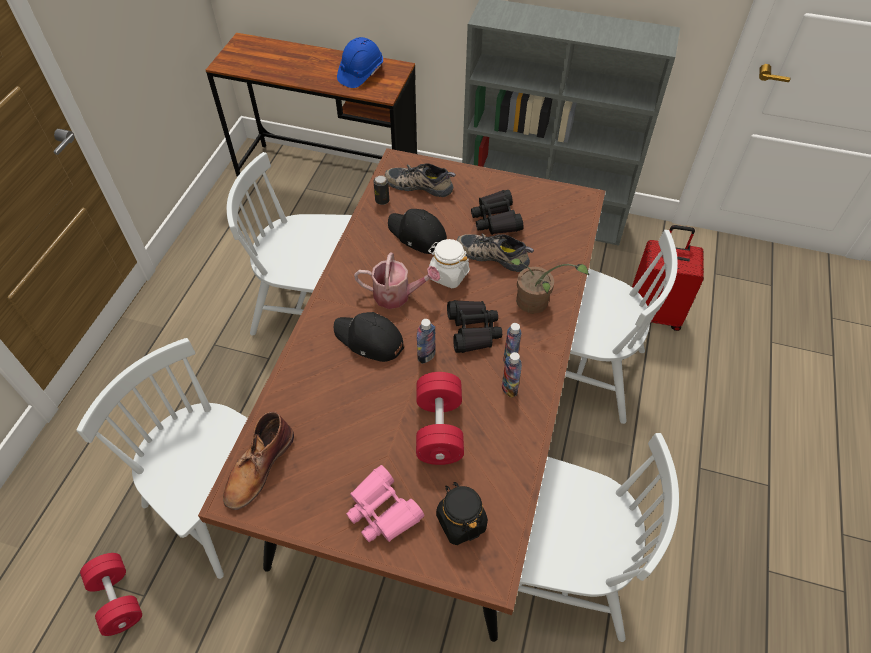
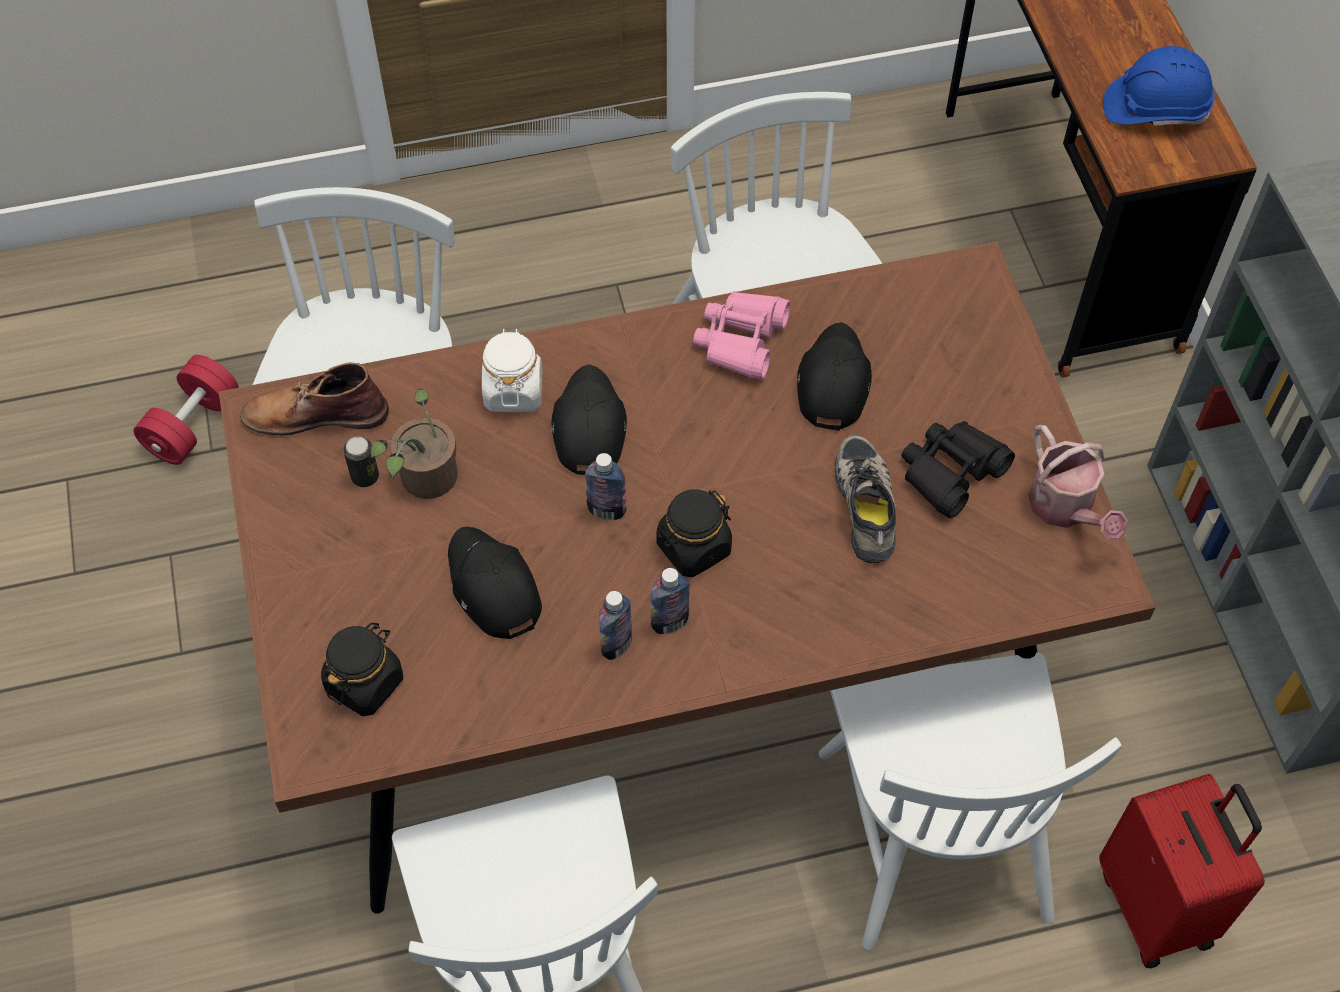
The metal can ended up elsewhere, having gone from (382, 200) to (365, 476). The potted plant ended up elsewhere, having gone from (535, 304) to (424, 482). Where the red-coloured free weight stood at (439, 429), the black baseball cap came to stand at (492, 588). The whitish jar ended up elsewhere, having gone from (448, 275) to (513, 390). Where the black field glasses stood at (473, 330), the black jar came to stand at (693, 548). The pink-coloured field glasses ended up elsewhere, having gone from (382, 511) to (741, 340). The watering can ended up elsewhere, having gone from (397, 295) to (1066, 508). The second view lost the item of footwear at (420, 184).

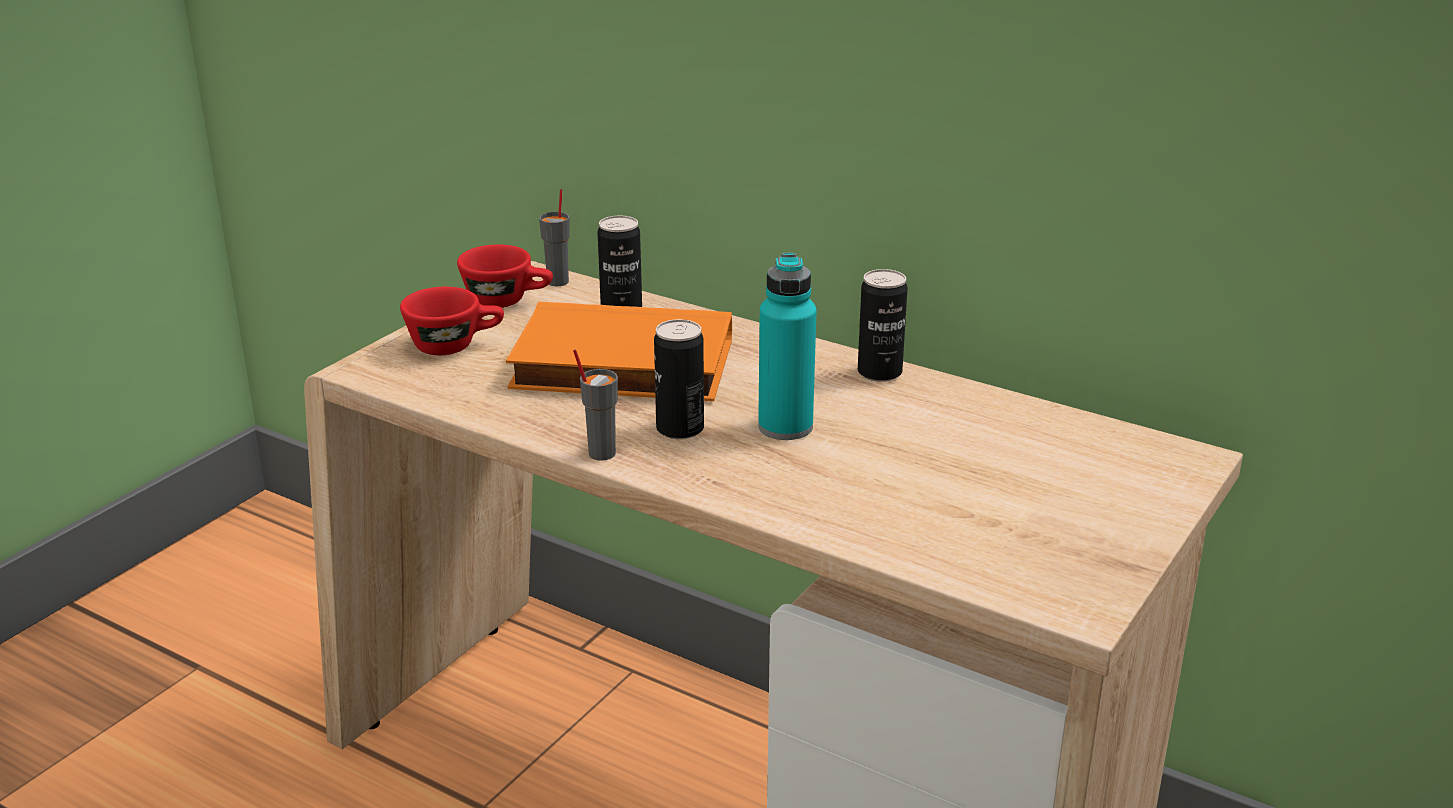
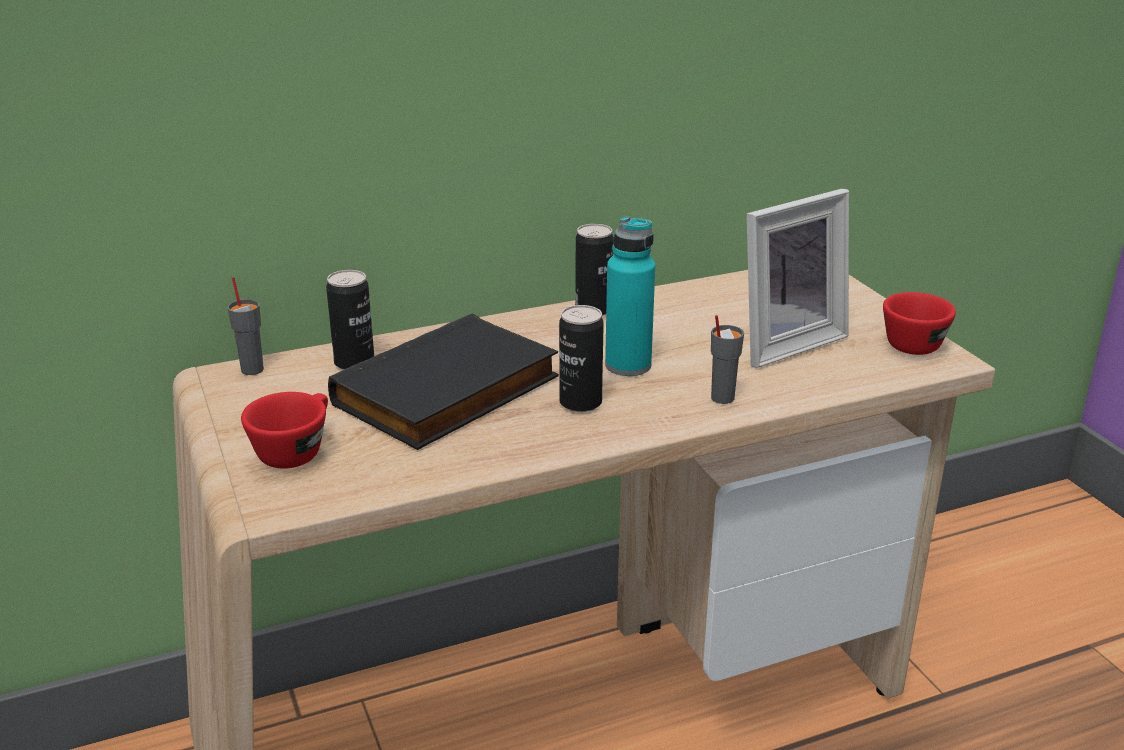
What was the orange-coloured bound book at (620, 367) turned into the black bound book at (449, 393). The gray drinking cup ended up elsewhere, having gone from (601, 453) to (721, 398). The second view gained the picture frame at (784, 342). The red-coloured drinking cup ended up elsewhere, having gone from (508, 301) to (917, 342).

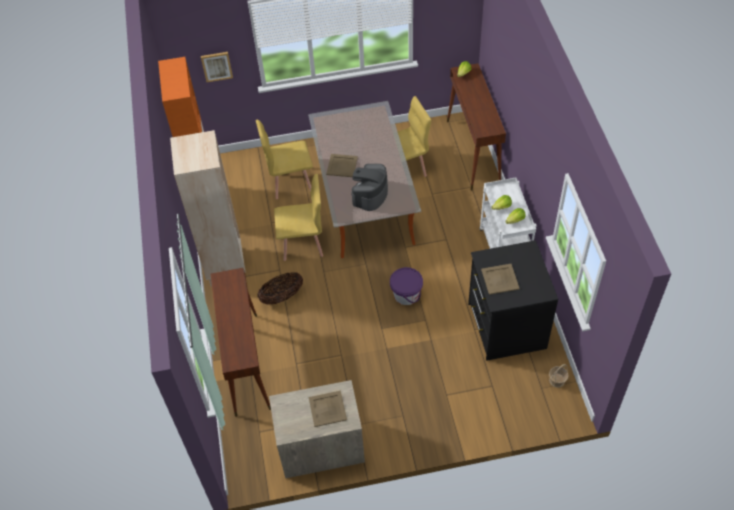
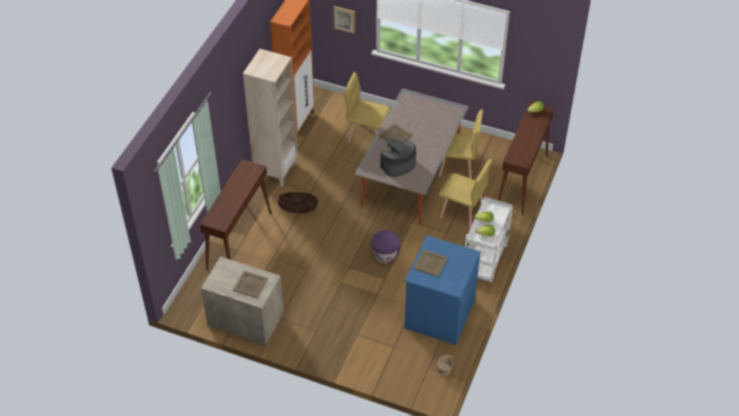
What was the black chest of drawers at (505, 326) turned into the blue-coloured chest of drawers at (438, 313). The yellowish chair ended up elsewhere, having gone from (302, 243) to (462, 212).

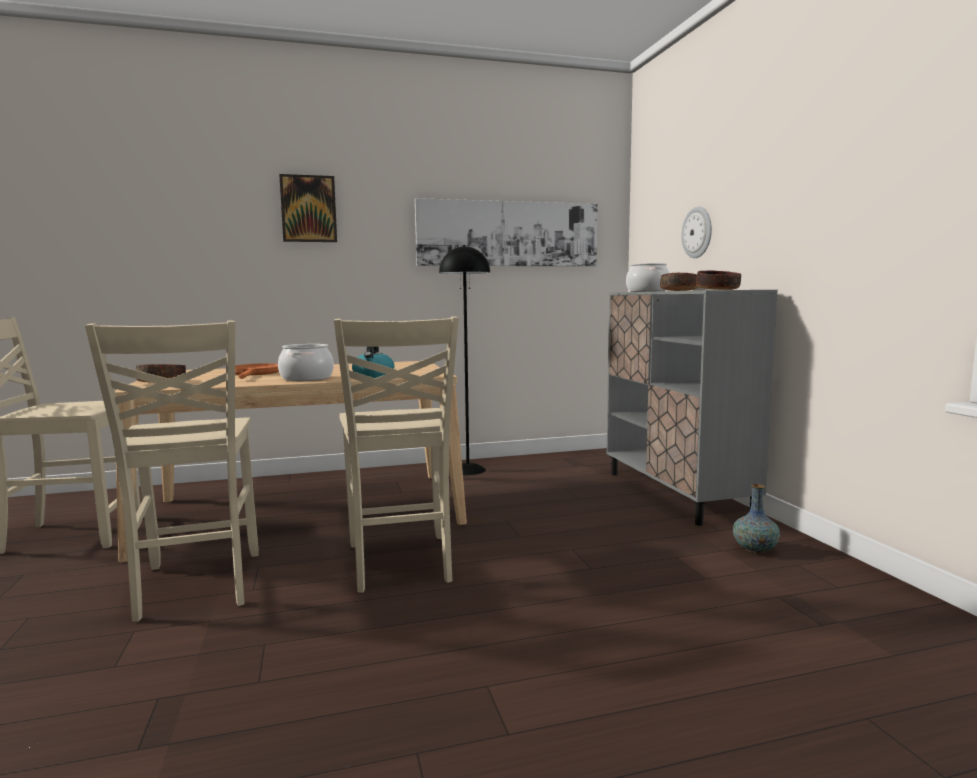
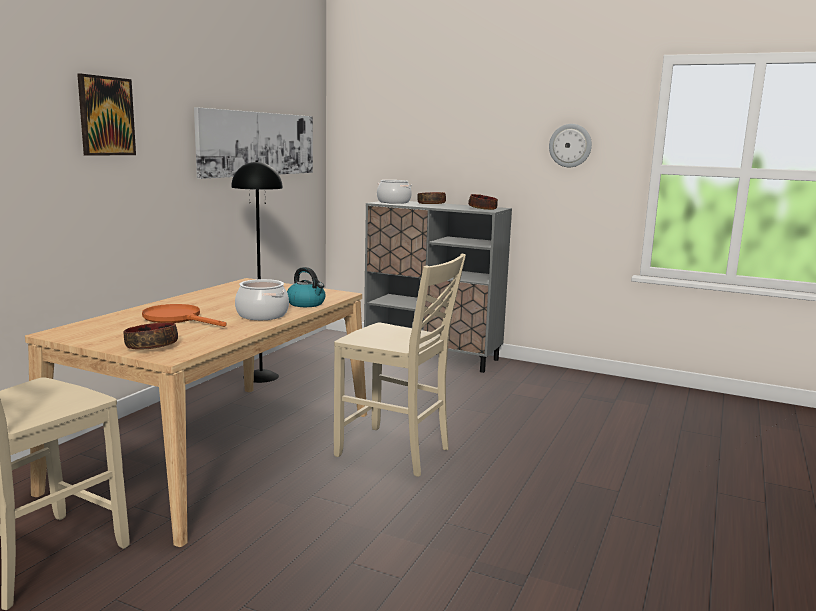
The wall clock ended up elsewhere, having gone from (697, 232) to (570, 145). The second view lost the sand-coloured chair at (197, 586). The second view lost the vase at (755, 549).

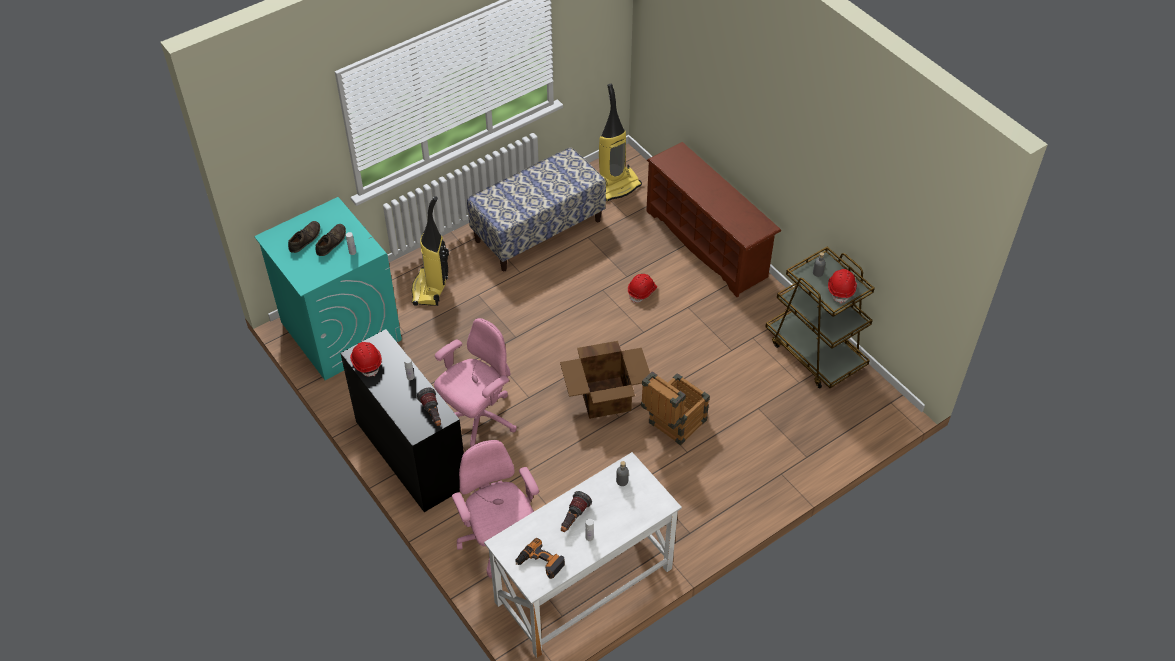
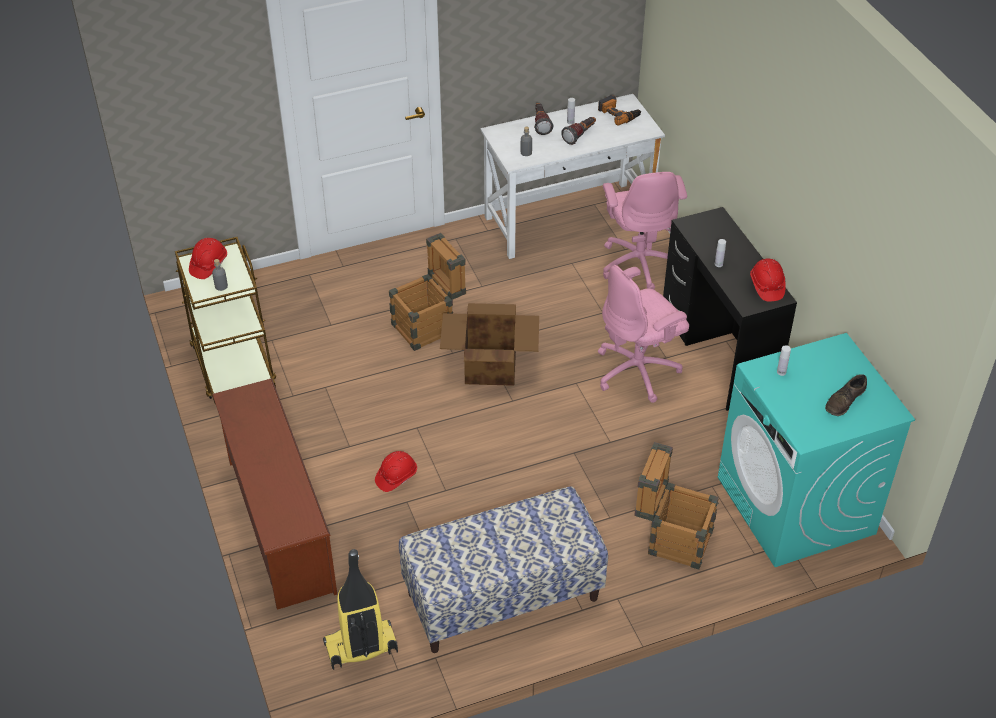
The hand torch ended up elsewhere, having gone from (432, 414) to (541, 124). Where the vacuum stood at (430, 289), the shipping crate came to stand at (671, 539). The second view lost the brownish item of footwear at (331, 242).

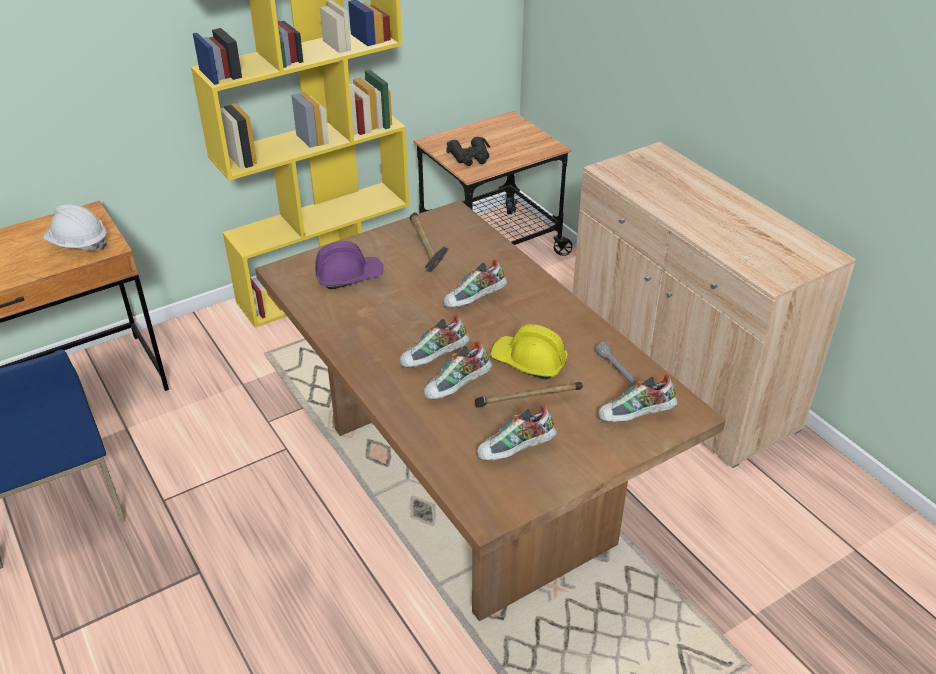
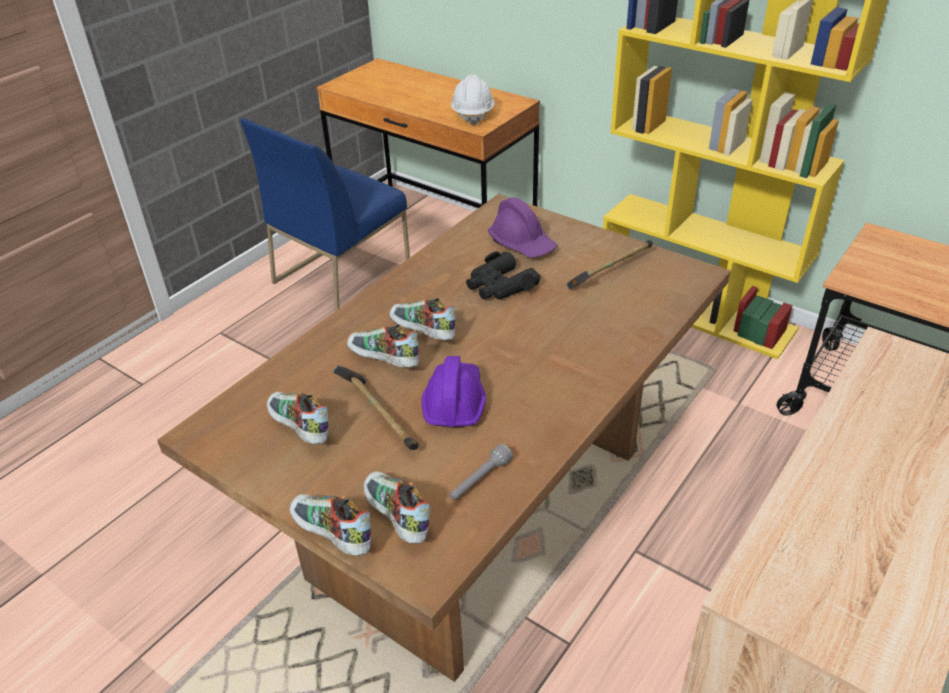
The item of footwear ended up elsewhere, having gone from (475, 301) to (332, 536). What was the yellowish hard hat at (529, 362) turned into the purple hard hat at (454, 402). The black field glasses ended up elsewhere, having gone from (470, 157) to (500, 286).

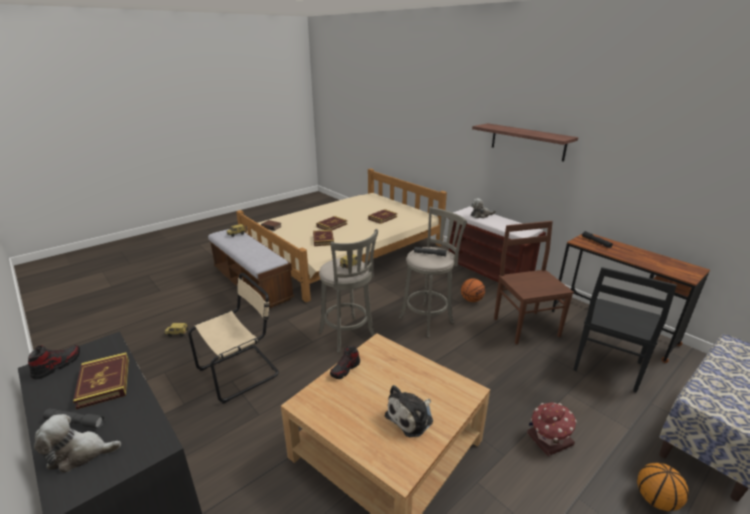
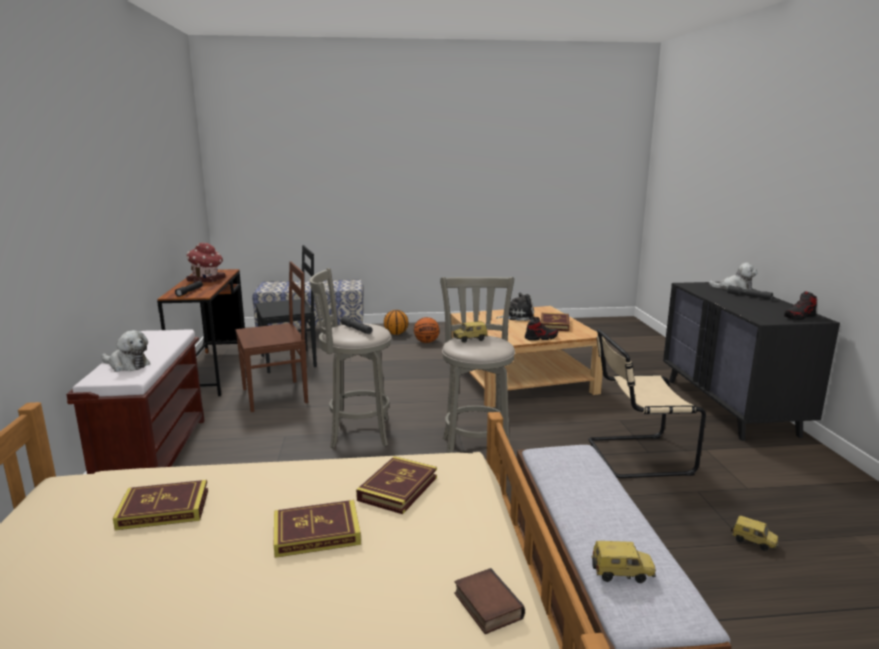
The miniature house ended up elsewhere, having gone from (548, 439) to (207, 279). The brownish chair at (525, 326) ended up facing another way, 135 degrees counterclockwise from before. The basketball ball ended up elsewhere, having gone from (471, 300) to (426, 342). The bound book ended up elsewhere, having gone from (104, 382) to (554, 324). The second view lost the shelf at (527, 141).

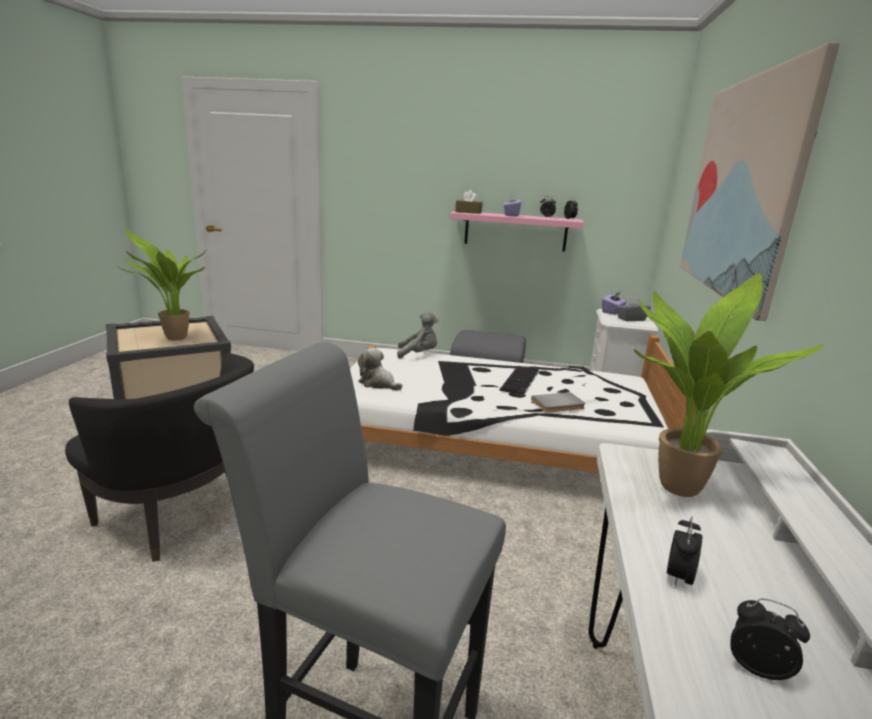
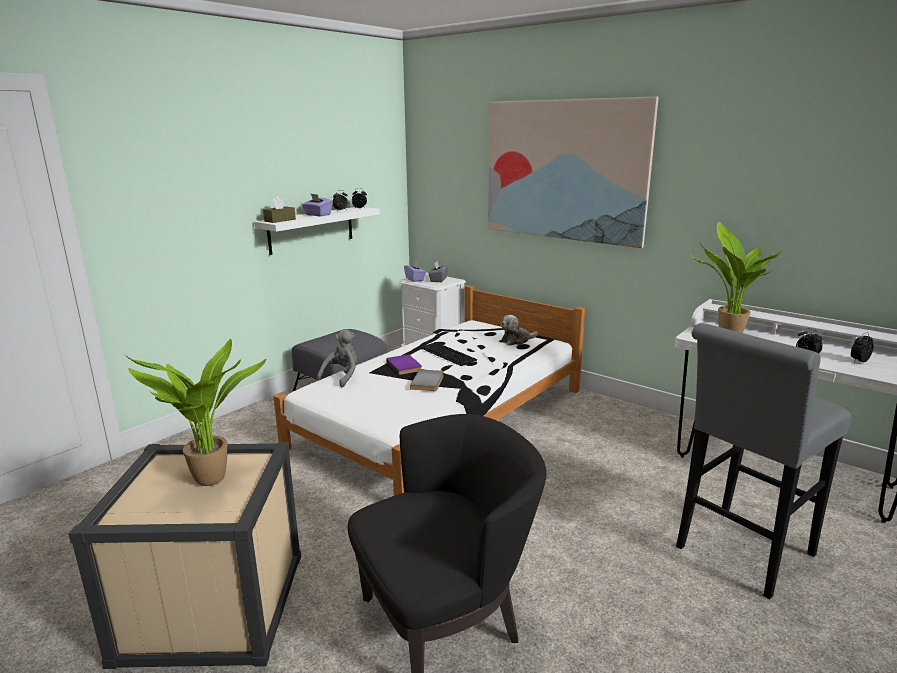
What was the pink-coloured shelf at (515, 231) turned into the whitish shelf at (311, 229). The second view gained the purple bound book at (405, 366). The gray bound book ended up elsewhere, having gone from (558, 405) to (429, 382). The soft toy ended up elsewhere, having gone from (378, 383) to (516, 340).

